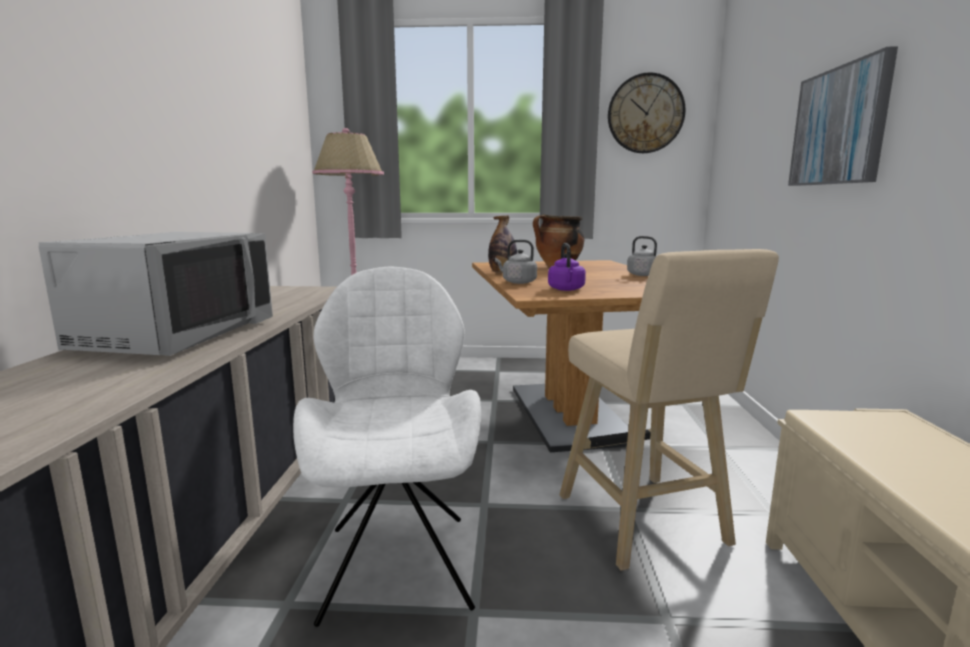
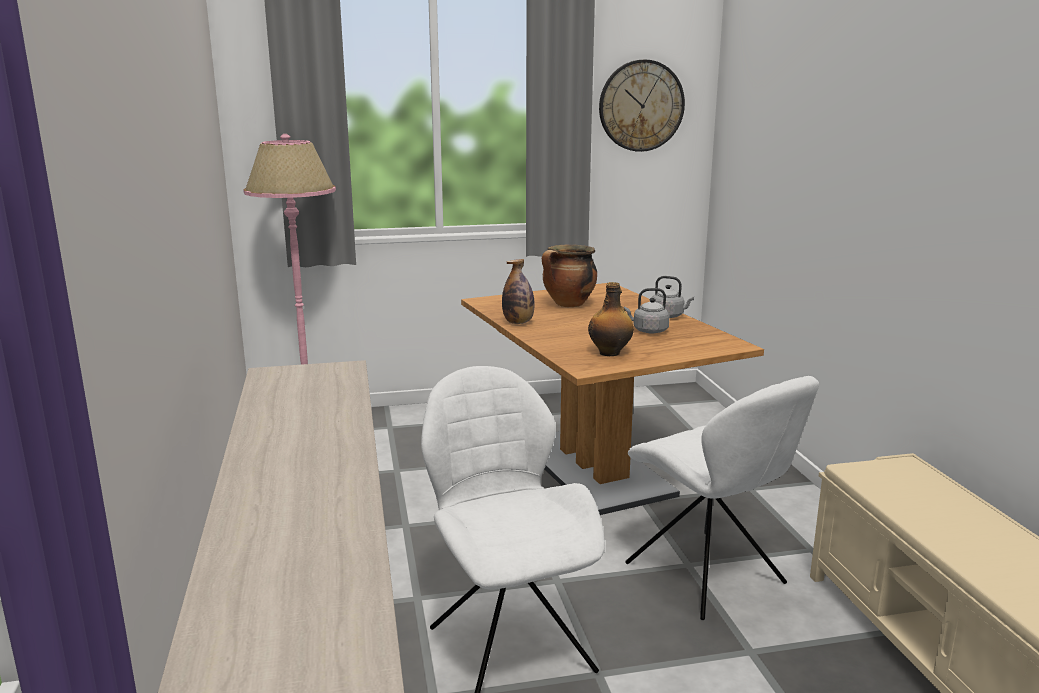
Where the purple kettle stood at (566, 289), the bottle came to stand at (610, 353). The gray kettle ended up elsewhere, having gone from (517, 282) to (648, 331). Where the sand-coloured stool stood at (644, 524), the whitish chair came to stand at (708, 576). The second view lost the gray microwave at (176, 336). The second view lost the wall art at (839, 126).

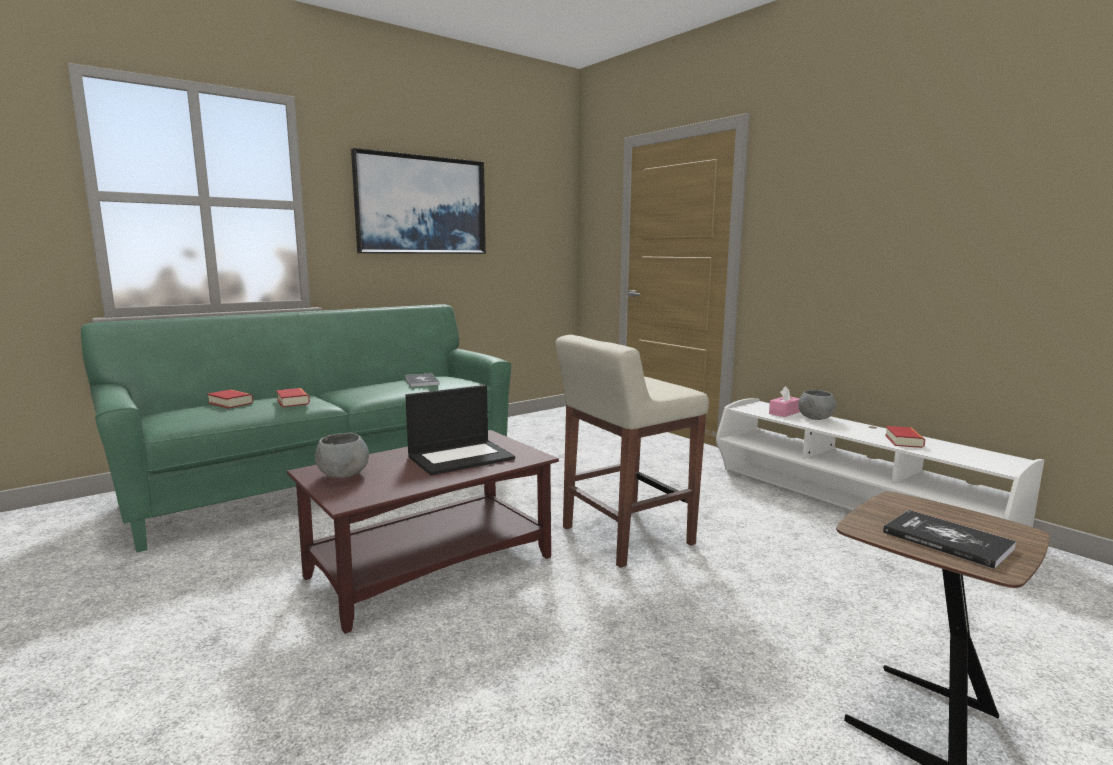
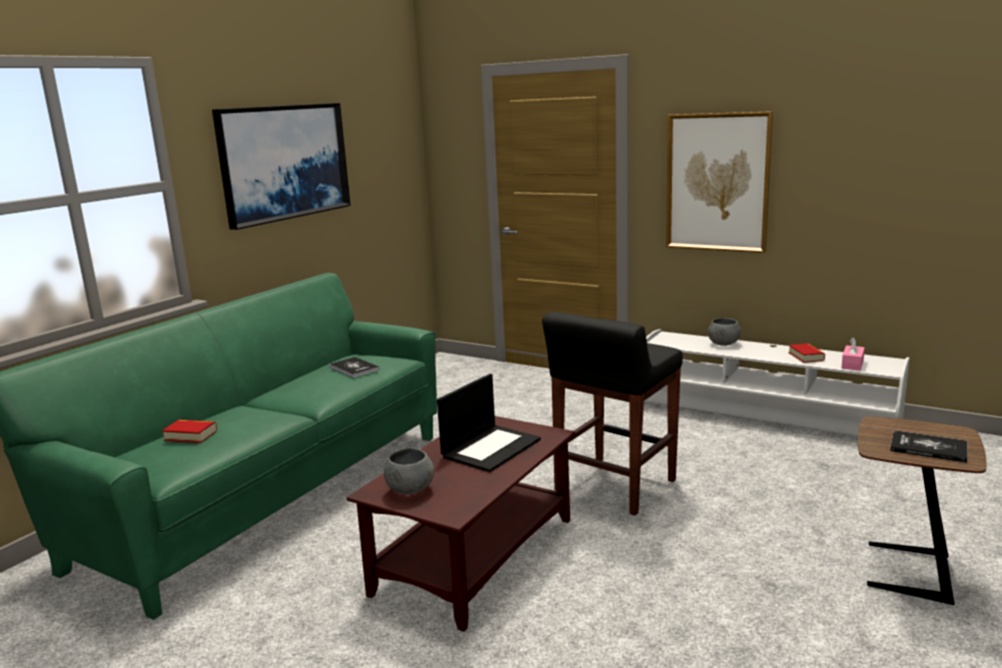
What was the sand-coloured stool at (625, 536) turned into the black stool at (614, 486). The second view gained the wall art at (717, 182). The pink-coloured tissue holder ended up elsewhere, having gone from (784, 413) to (852, 364). The second view lost the bound book at (293, 402).

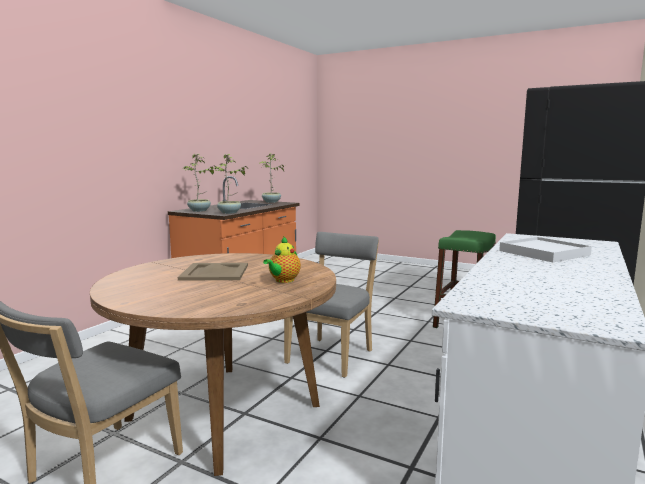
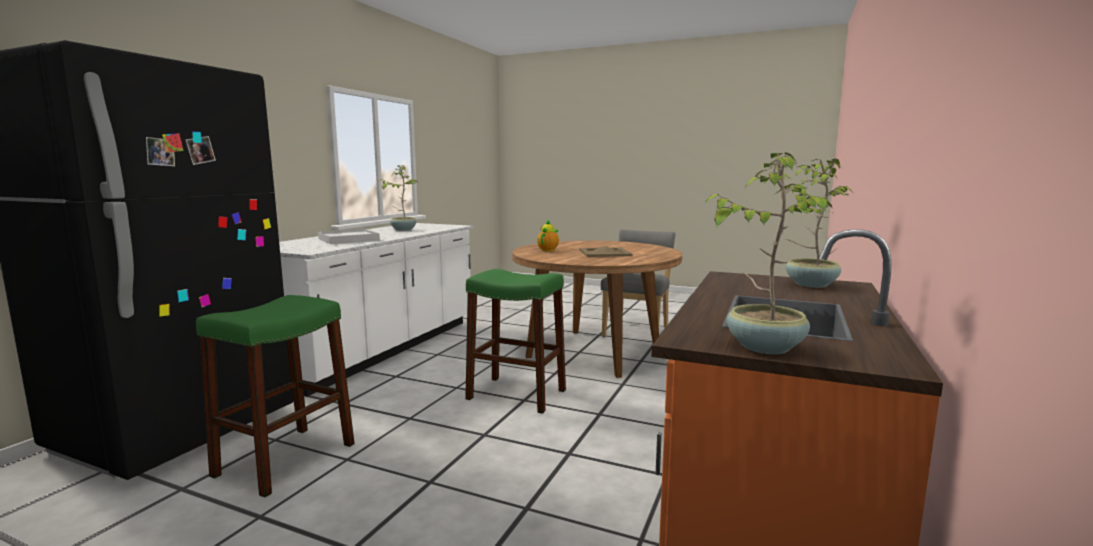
The potted plant ended up elsewhere, having gone from (229, 213) to (403, 230). Where the gray chair stood at (332, 355), the green-coloured stool came to stand at (516, 394).

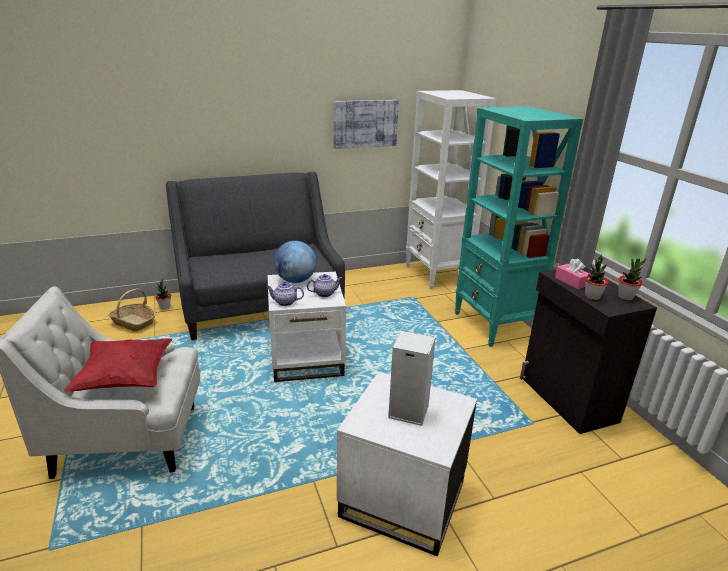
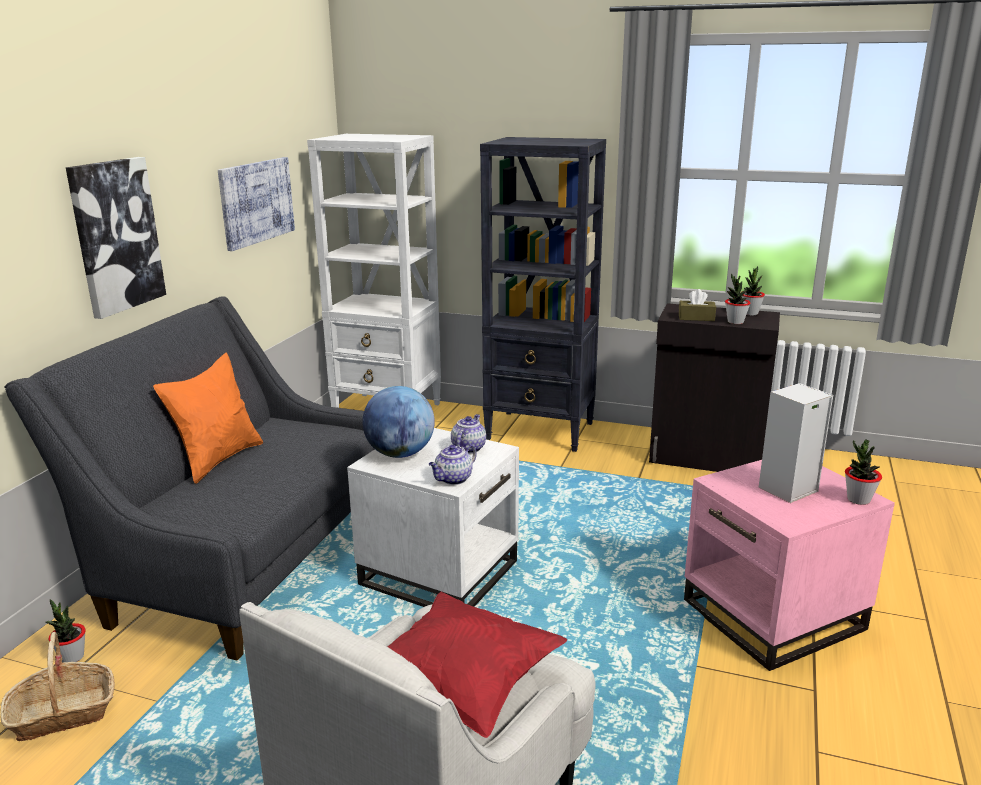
The second view gained the wall art at (116, 236). The second view gained the orange-coloured pillow at (218, 459). What was the turquoise-coloured bookshelf at (494, 325) turned into the black bookshelf at (541, 431). What was the pink-coloured tissue holder at (571, 282) turned into the brownish tissue holder at (696, 318). What was the whitish accent table at (402, 500) turned into the pink-coloured accent table at (774, 616). The second view gained the potted plant at (858, 500).

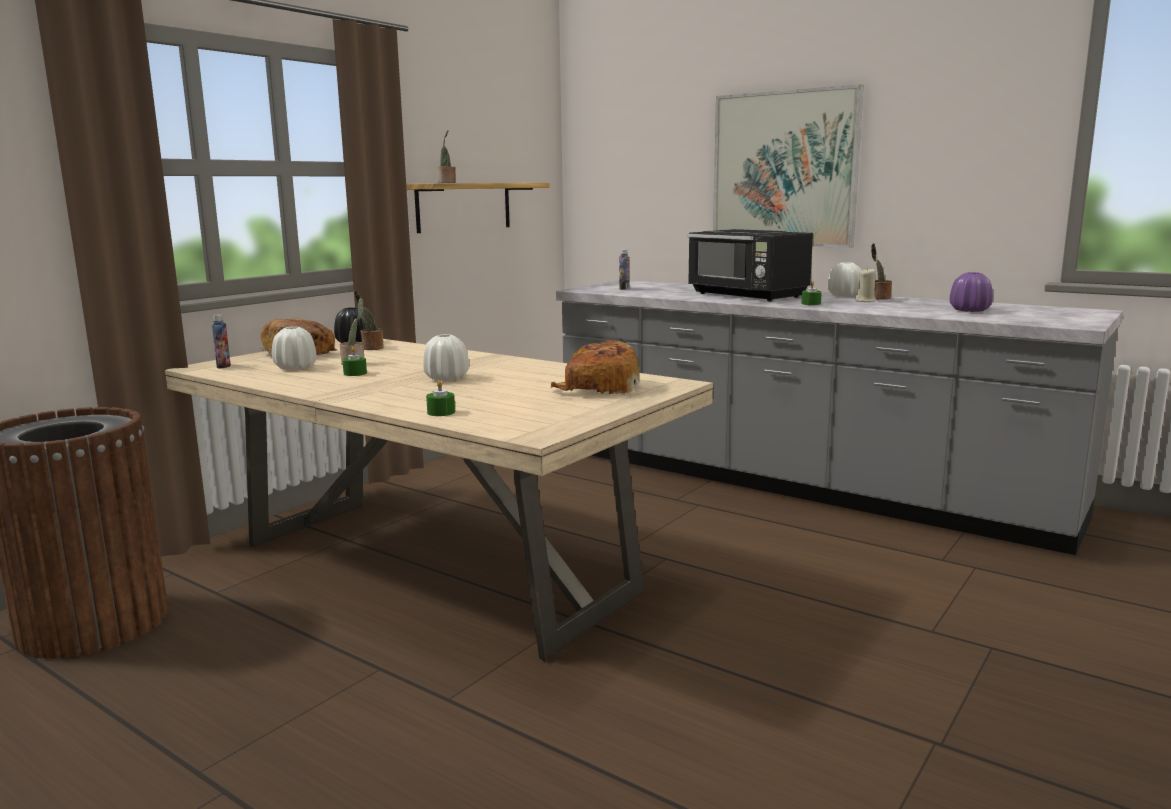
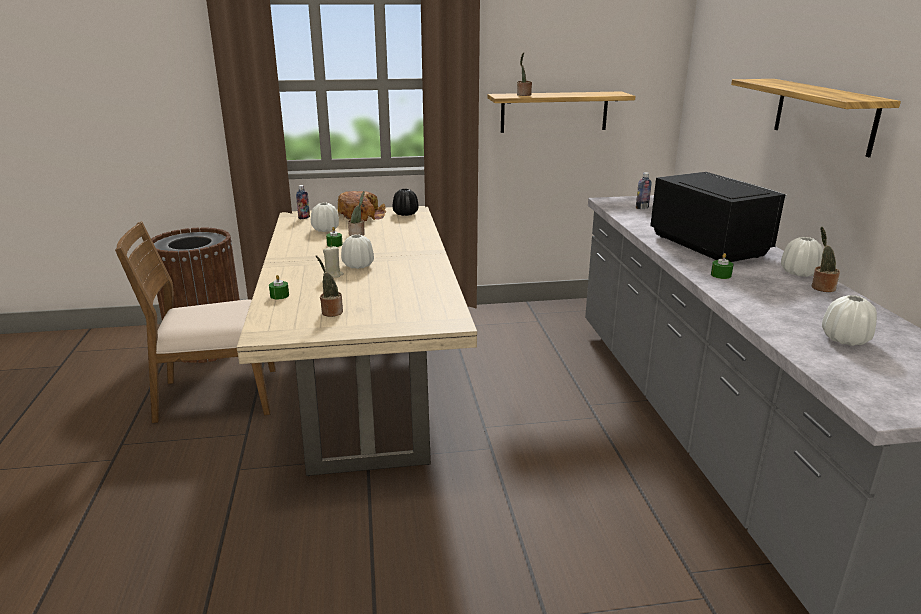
The second view gained the brownish chair at (216, 395). The potted plant ended up elsewhere, having gone from (371, 348) to (331, 312). The sand-coloured wax light ended up elsewhere, having gone from (865, 301) to (333, 275). The black microwave at (747, 295) ended up facing another way, 150 degrees clockwise from before. Where the wall art hung at (784, 169), the shelf came to hang at (823, 115). What was the purple vase at (969, 310) turned into the whitish vase at (845, 339). The second view lost the bread at (595, 387).

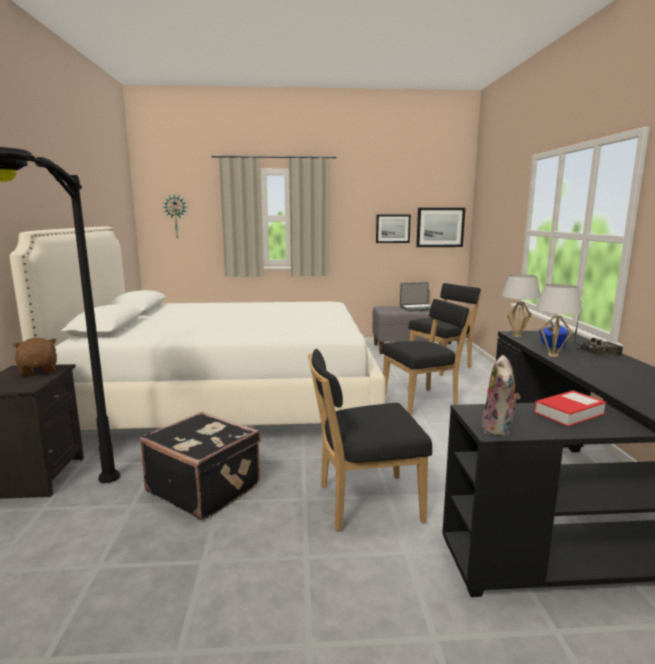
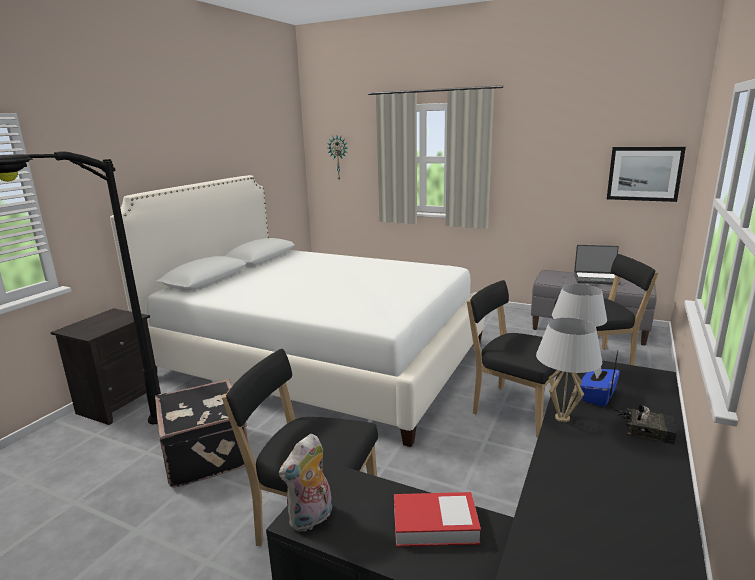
The black chair at (422, 401) ended up facing another way, 150 degrees counterclockwise from before. The second view lost the brownish soft toy at (39, 371). The second view lost the wall art at (392, 228).

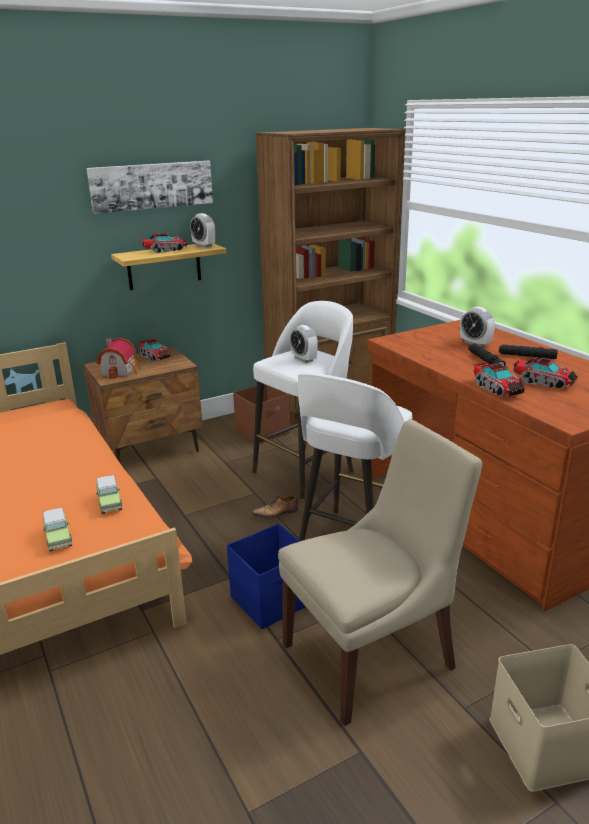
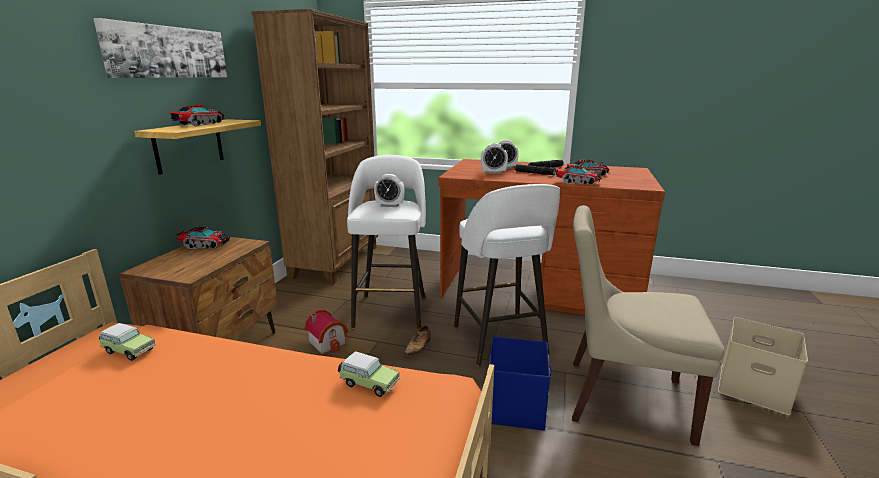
The toy car ended up elsewhere, having gone from (58, 538) to (128, 351). The miniature house ended up elsewhere, having gone from (121, 371) to (329, 341). The alarm clock ended up elsewhere, having gone from (204, 246) to (493, 173). The sand-coloured chair at (372, 654) ended up facing another way, 90 degrees counterclockwise from before. The second view lost the brownish storage bin at (263, 432).

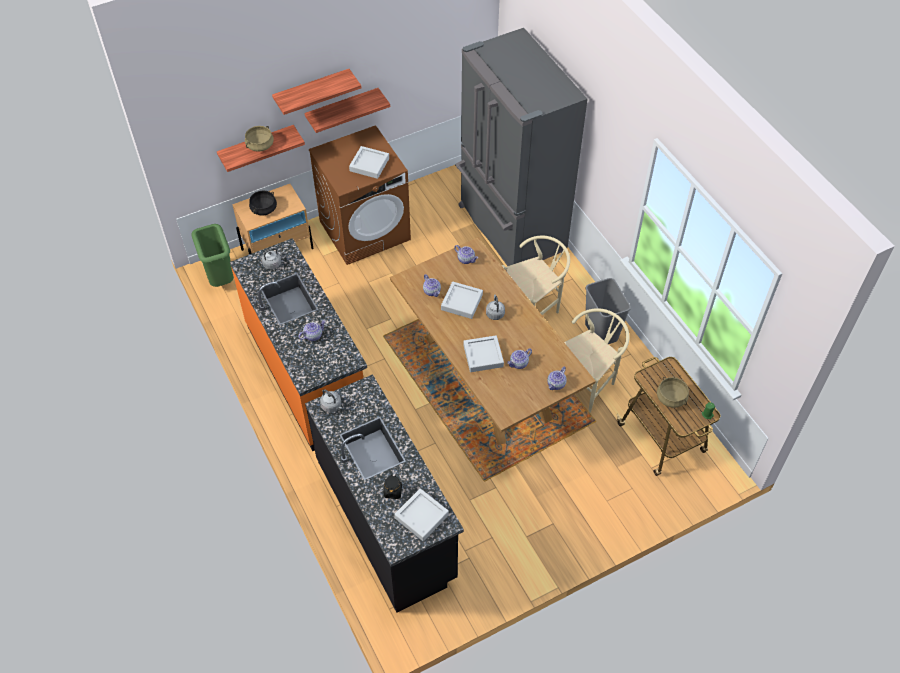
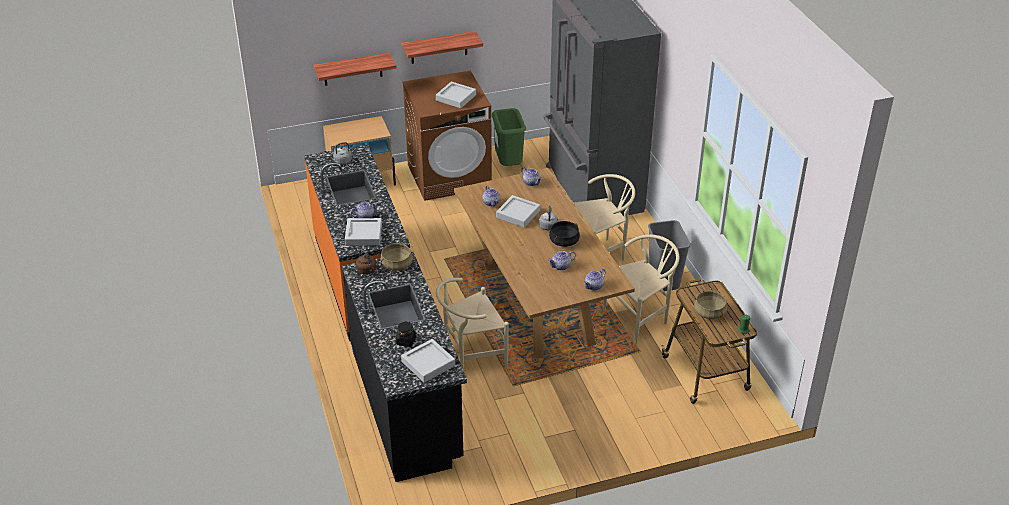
The gray serving tray ended up elsewhere, having gone from (483, 356) to (363, 235). What was the gray kettle at (332, 406) turned into the brownish kettle at (367, 270). The sand-coloured cooking pot ended up elsewhere, having gone from (260, 145) to (396, 264). The second view gained the sand-coloured chair at (470, 357). The green-coloured trash can ended up elsewhere, having gone from (221, 279) to (509, 165). The black cooking pot ended up elsewhere, having gone from (264, 209) to (564, 241). The second view lost the shelf at (312, 91).

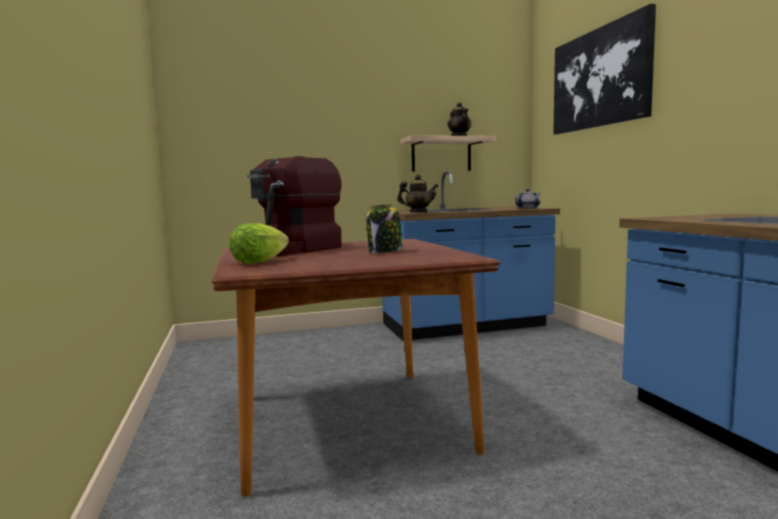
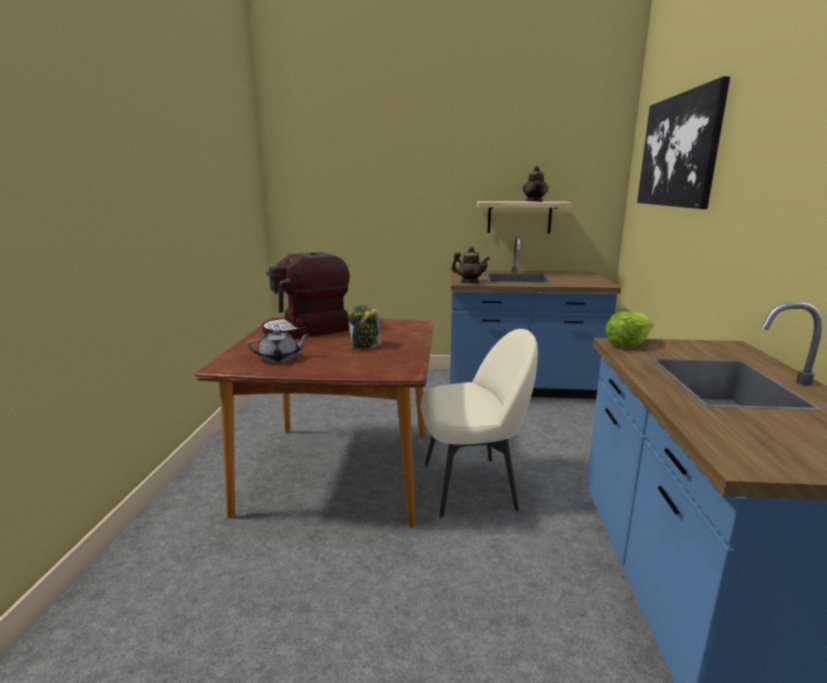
The gray pot for tea ended up elsewhere, having gone from (528, 208) to (280, 358). The second view gained the sand-coloured chair at (472, 485). The head of lettuce ended up elsewhere, having gone from (258, 262) to (627, 344).

